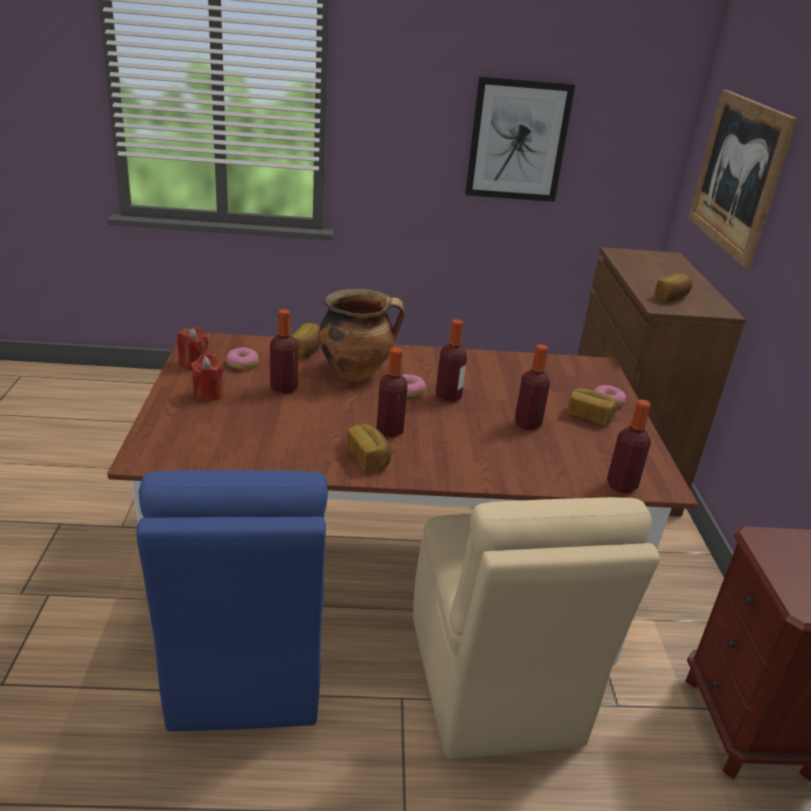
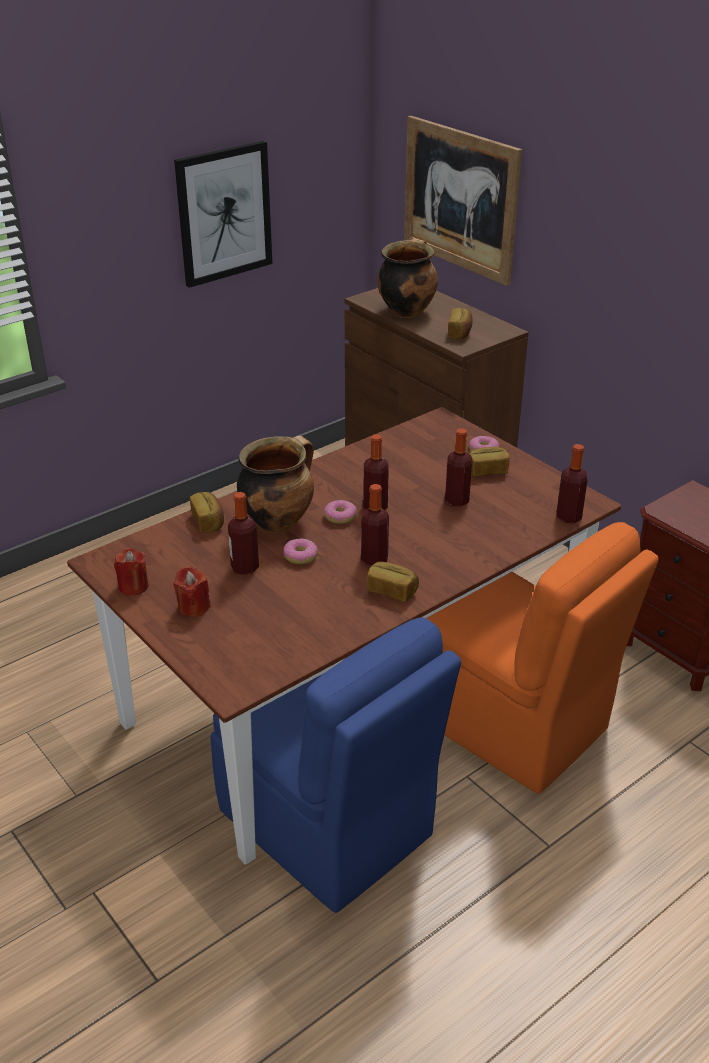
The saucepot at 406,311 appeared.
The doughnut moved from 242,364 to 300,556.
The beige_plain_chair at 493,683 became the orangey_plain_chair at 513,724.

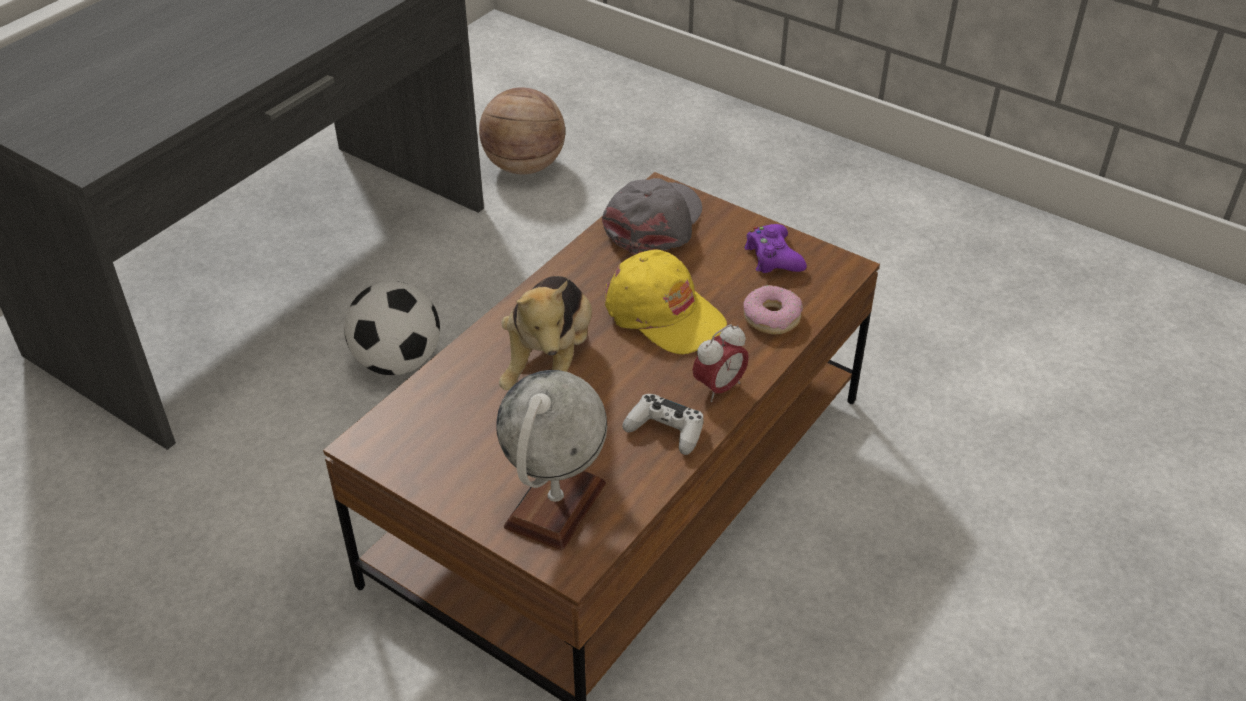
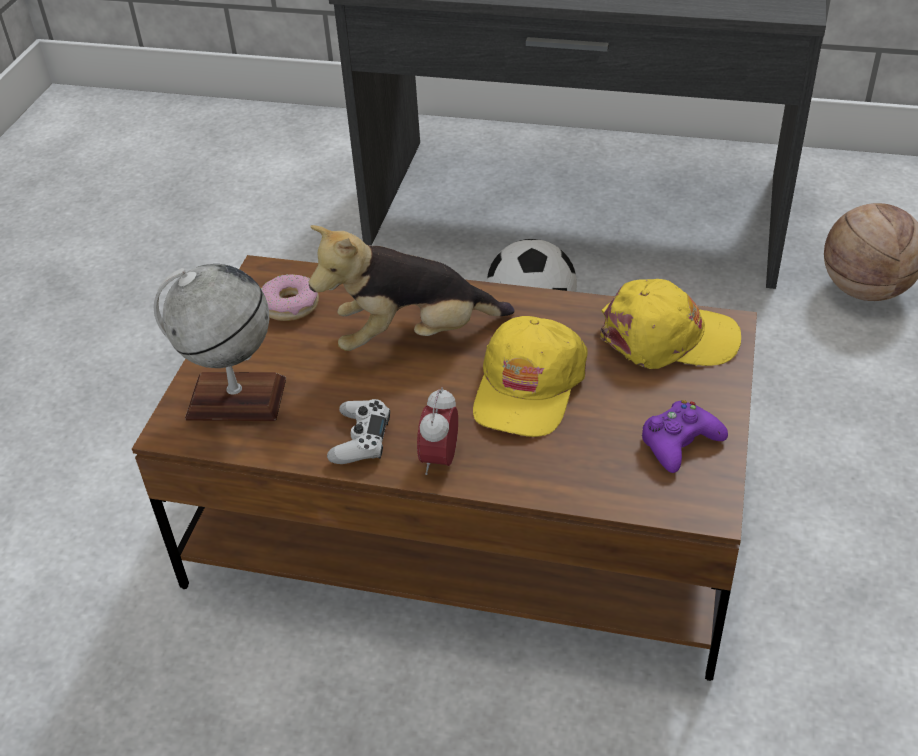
The doughnut moved from 772,317 to 290,305.
The gray_peaked_cap at 654,222 became the yellow_peaked_cap at 668,338.
The alarm_clock at 719,388 turned 75 degrees clockwise.

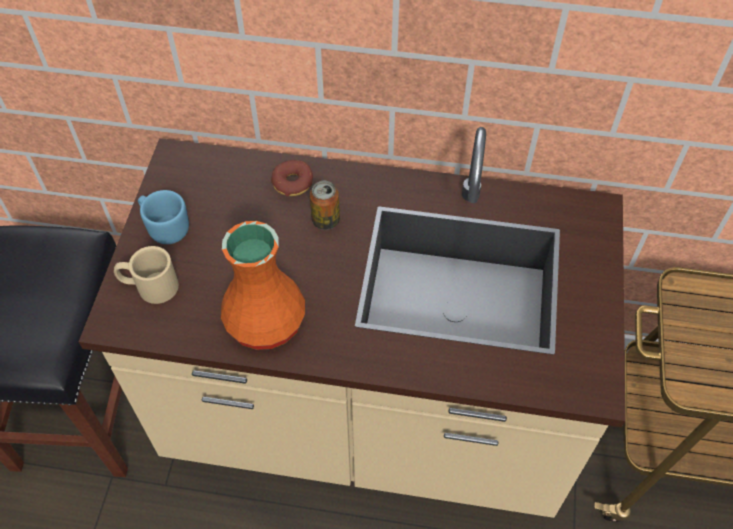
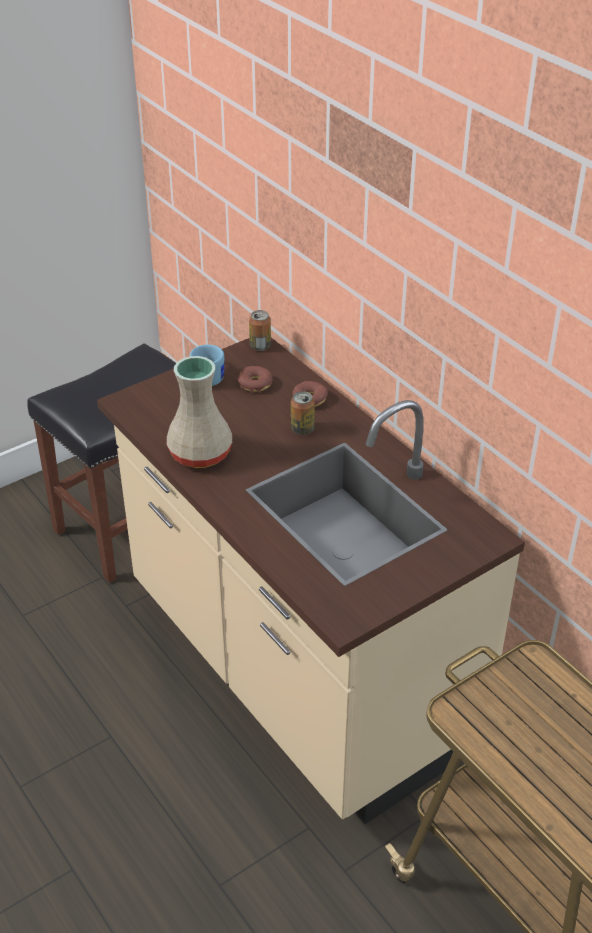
The beige_mug at 149,286 disappeared.
The doughnut at 255,384 appeared.
The can at 260,346 appeared.
The orangey_vase at 267,320 became the beige_vase at 201,454.

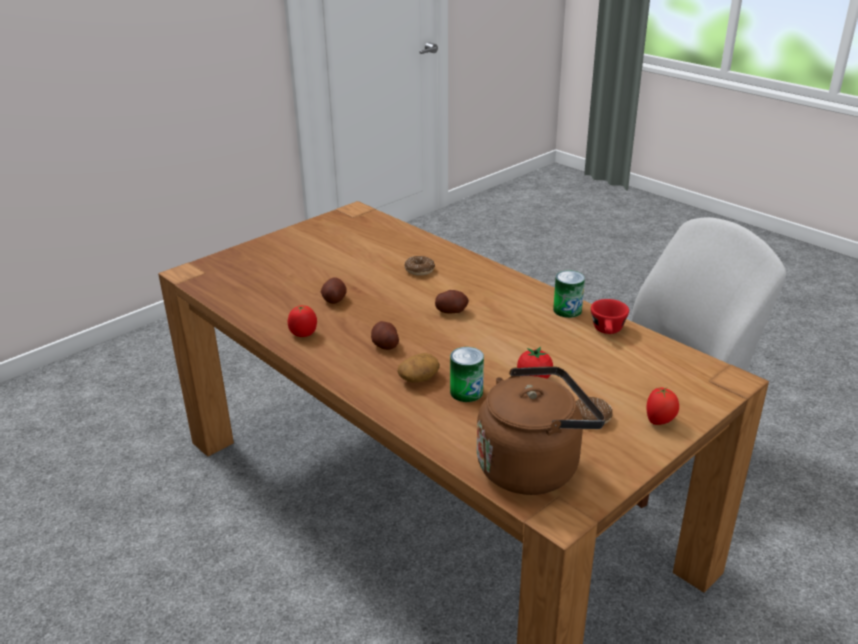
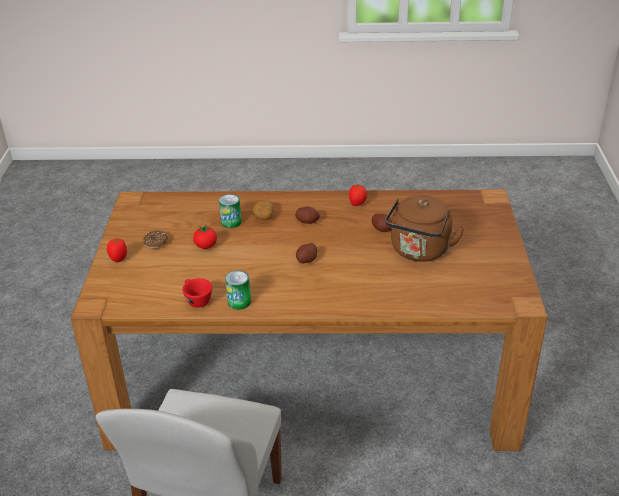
The doughnut at 419,270 disappeared.
The brown_tea_kettle moved from 533,466 to 419,251.

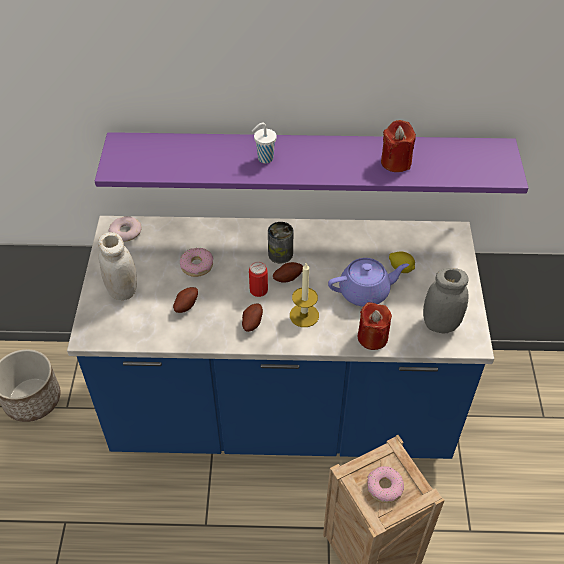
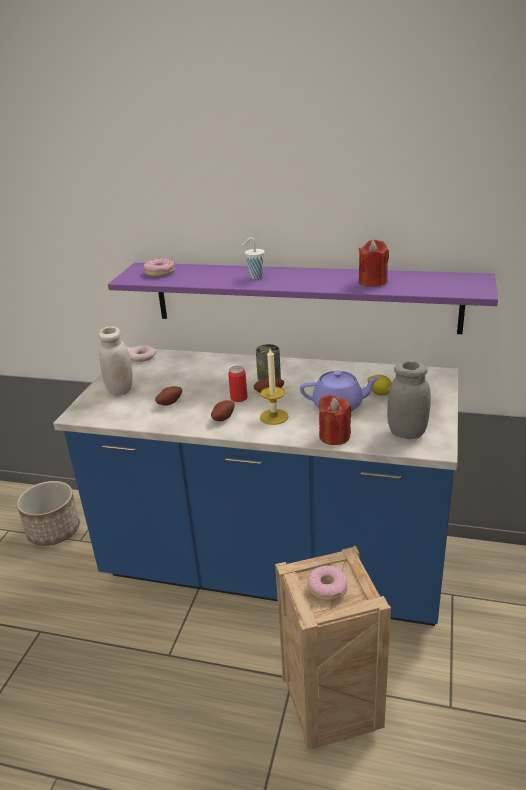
The doughnut moved from 197,265 to 159,272.

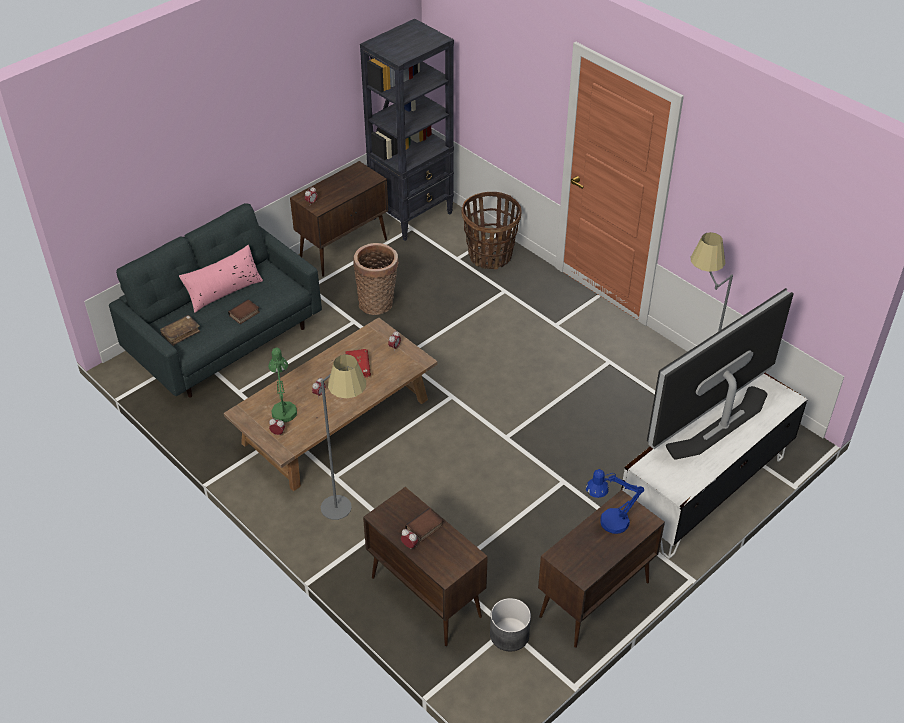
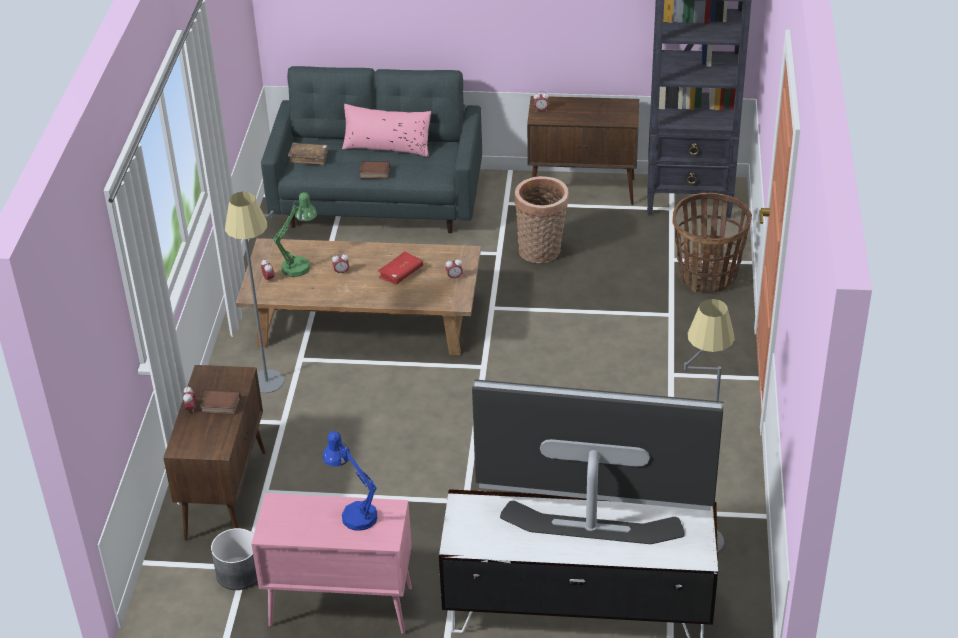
The brown_cabinet at 594,600 became the pink_cabinet at 339,607.

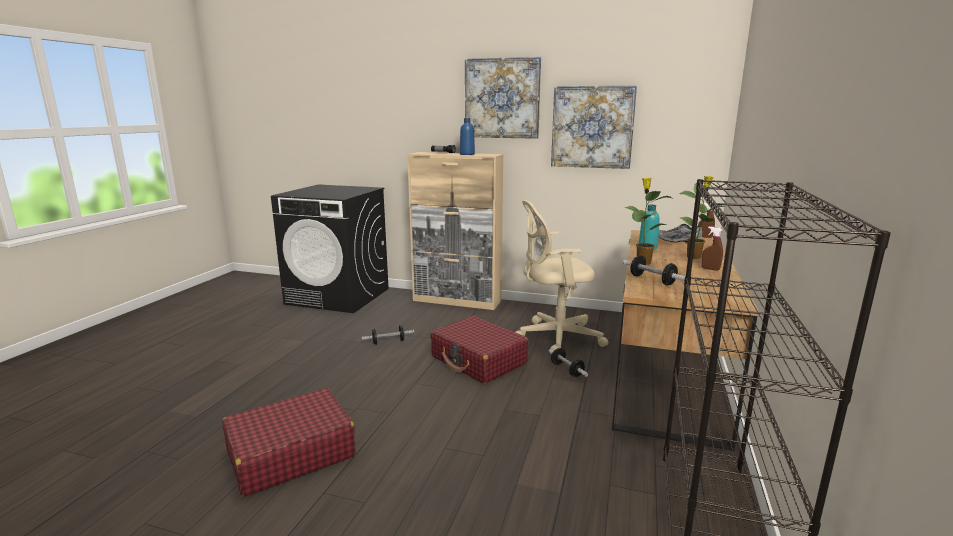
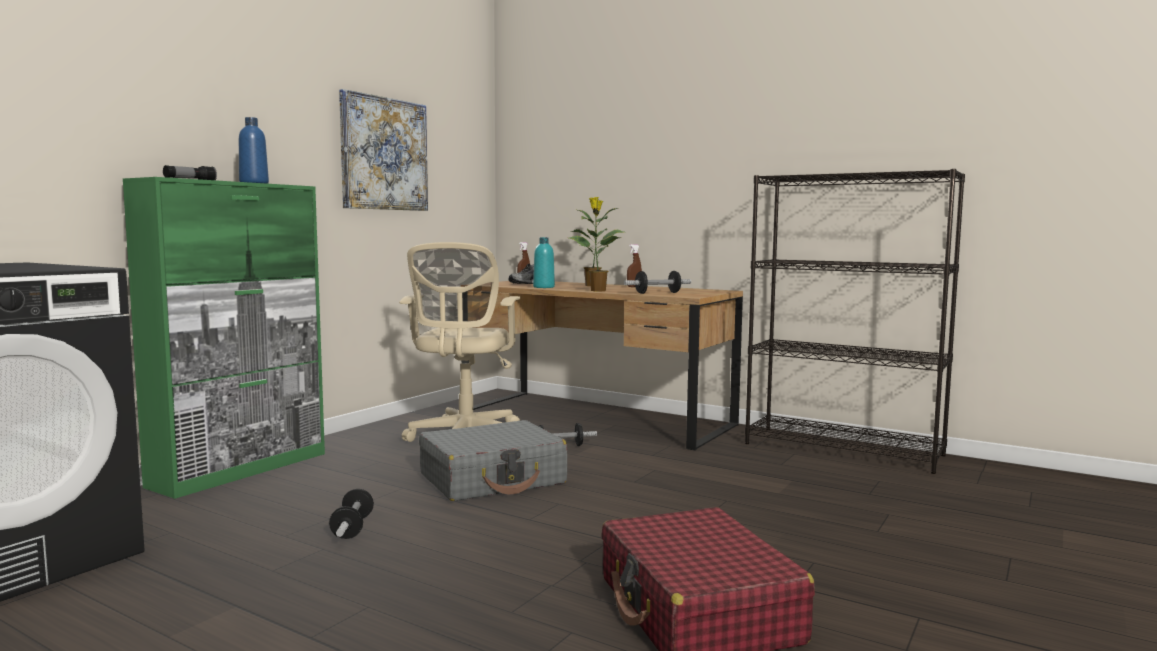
The wall_picture at 502,98 disappeared.
The beige_cabinet at 457,301 became the green-coloured_cabinet at 241,469.
The red-coloured_travel_case at 478,360 became the gray_travel_case at 493,479.

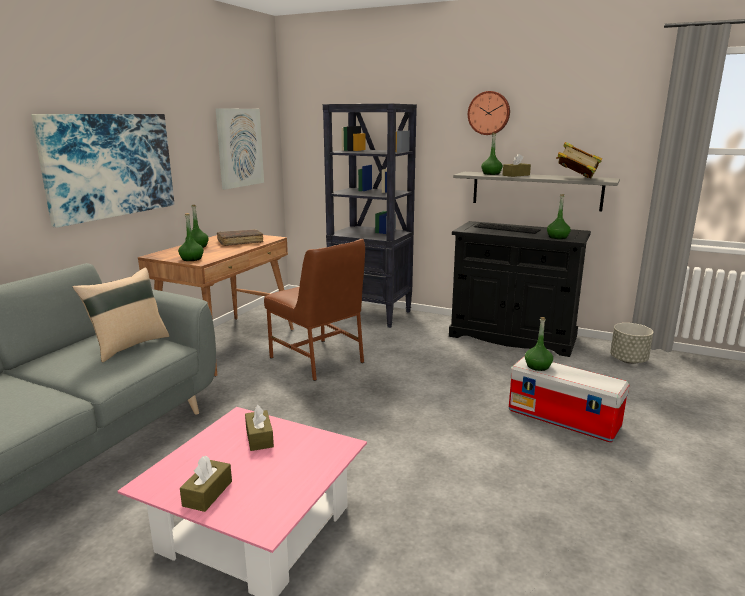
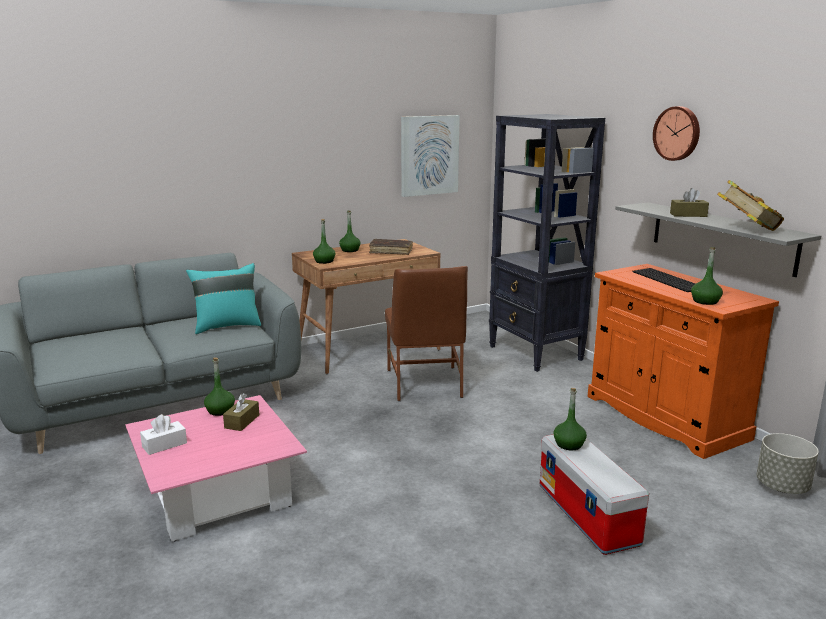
The wall_picture at 110,165 disappeared.
The green-coloured_beverage_bottle moved from 491,174 to 220,411.
The beige_cushion at 128,346 became the turquoise_cushion at 227,326.
The brown_tissue_box at 207,493 became the whitish_tissue_box at 164,445.
The blackish_cabinet at 512,336 became the orangey_cabinet at 664,417.

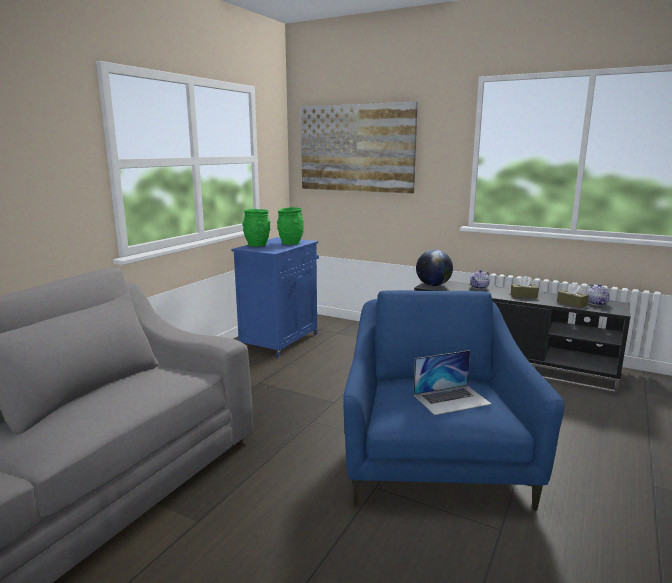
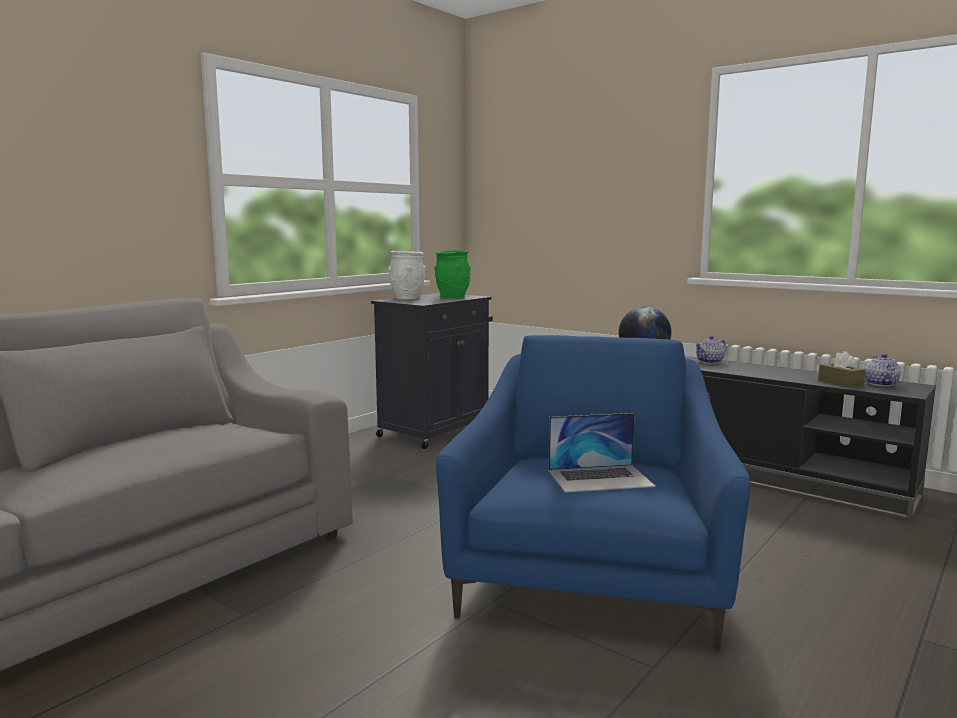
The wall_picture at 356,148 disappeared.
The brown_tissue_box at 523,295 disappeared.
The blue_cabinet at 280,340 became the blackish_cabinet at 436,431.
The green-coloured_vase at 257,245 became the whitish_vase at 407,298.

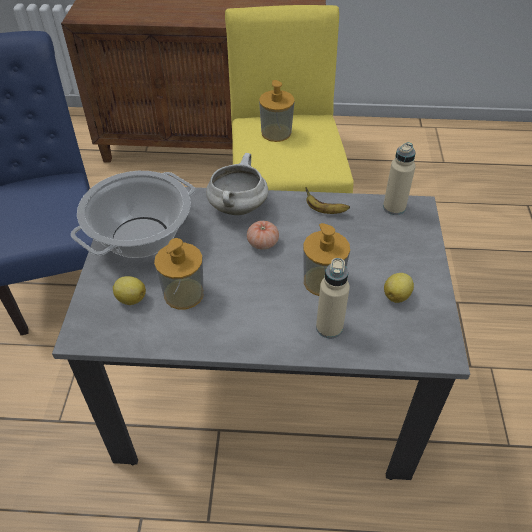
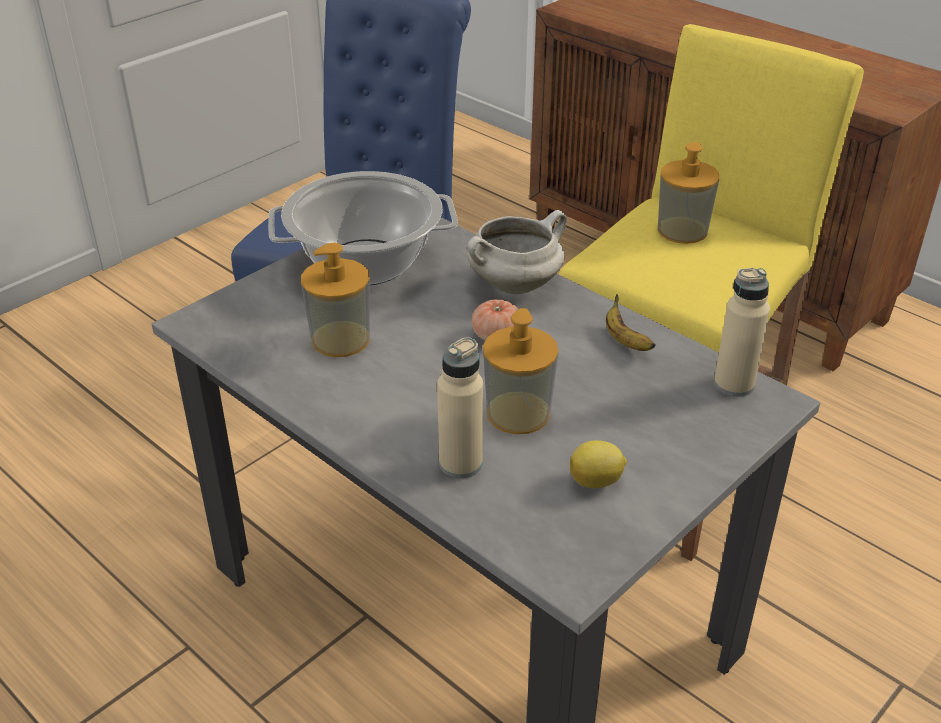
The lemon at 130,298 disappeared.

